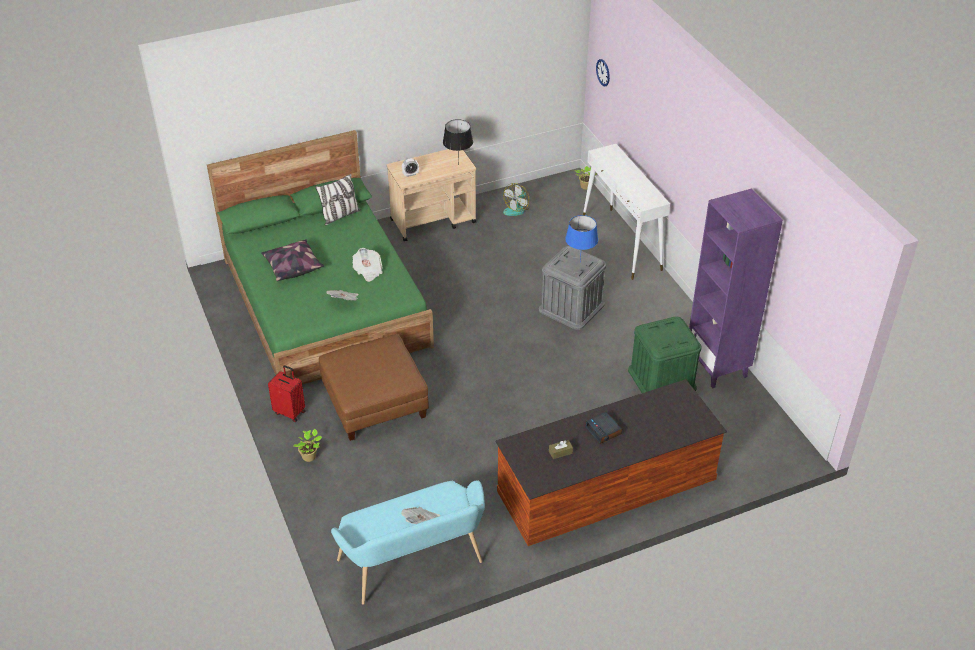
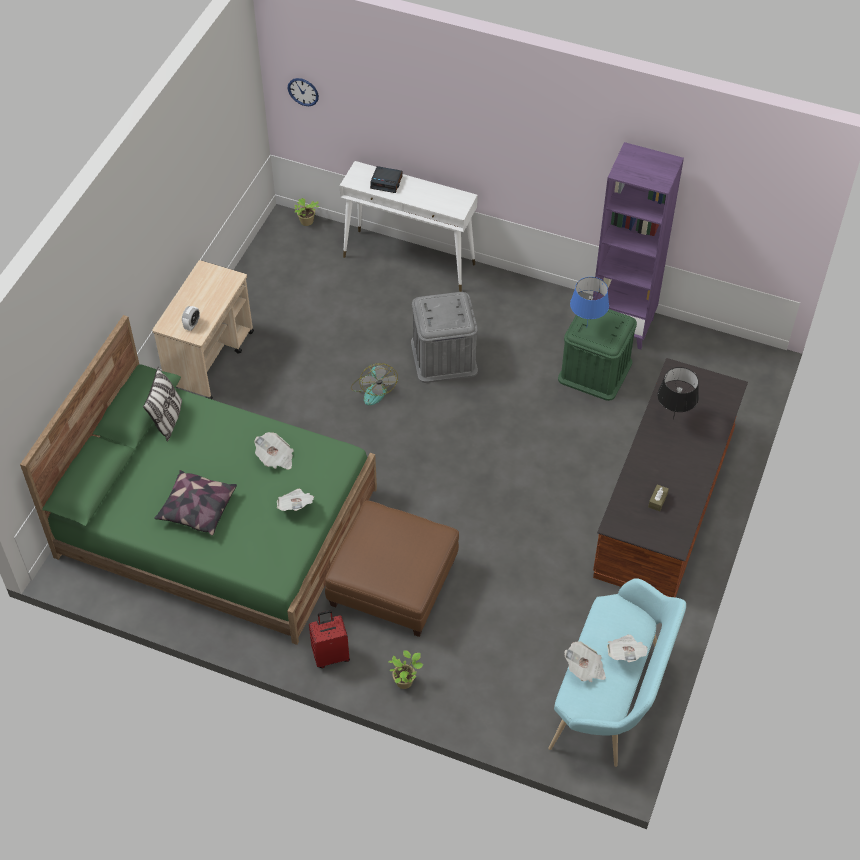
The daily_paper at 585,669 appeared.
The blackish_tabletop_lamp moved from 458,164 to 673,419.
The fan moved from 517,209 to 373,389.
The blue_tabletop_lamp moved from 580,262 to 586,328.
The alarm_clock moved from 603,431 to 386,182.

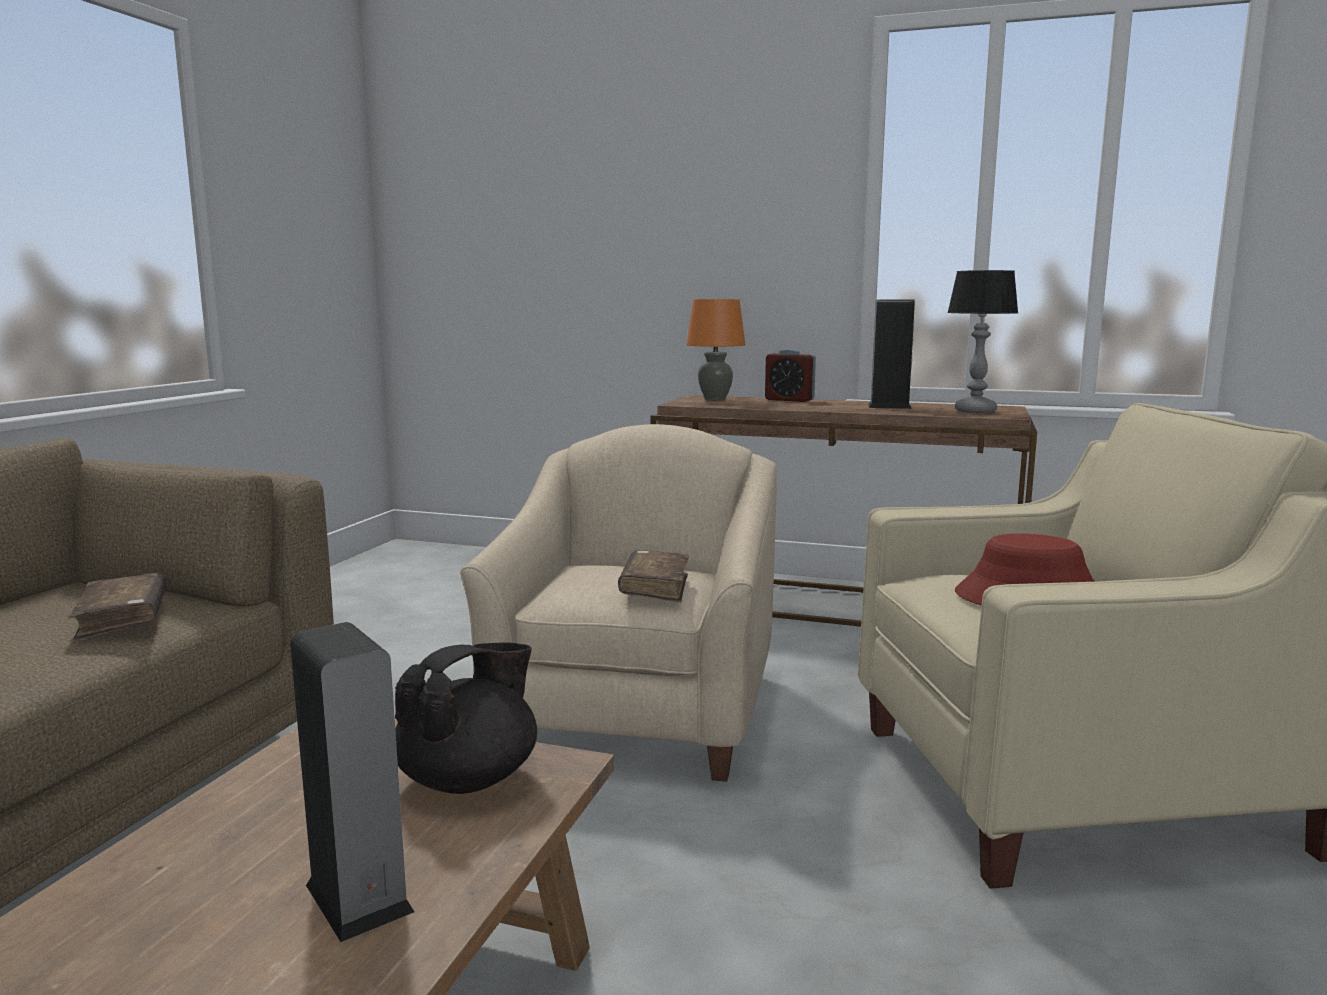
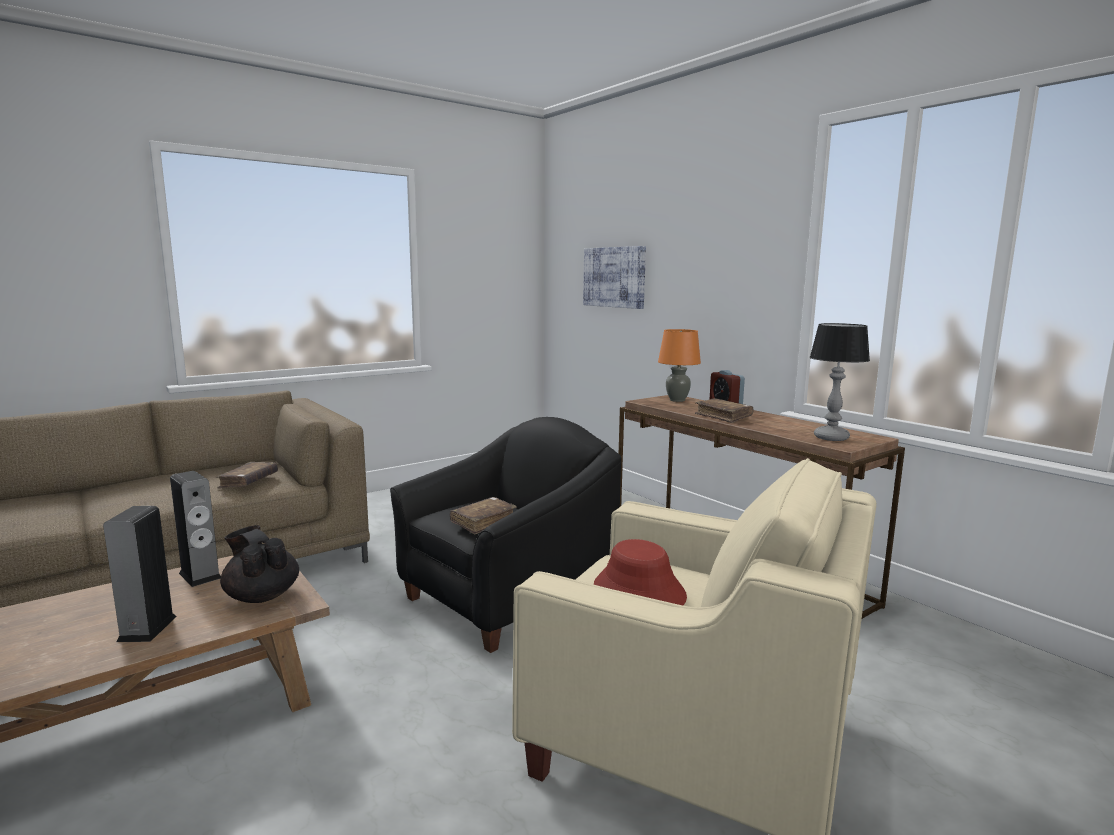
The wall_picture at 614,277 appeared.
The brown_volume at 723,416 appeared.
The loudspeaker moved from 889,406 to 200,575.
The beige_easy_chair at 637,714 became the blackish_easy_chair at 507,598.
The blackish_tea_pot at 470,778 turned 120 degrees counterclockwise.

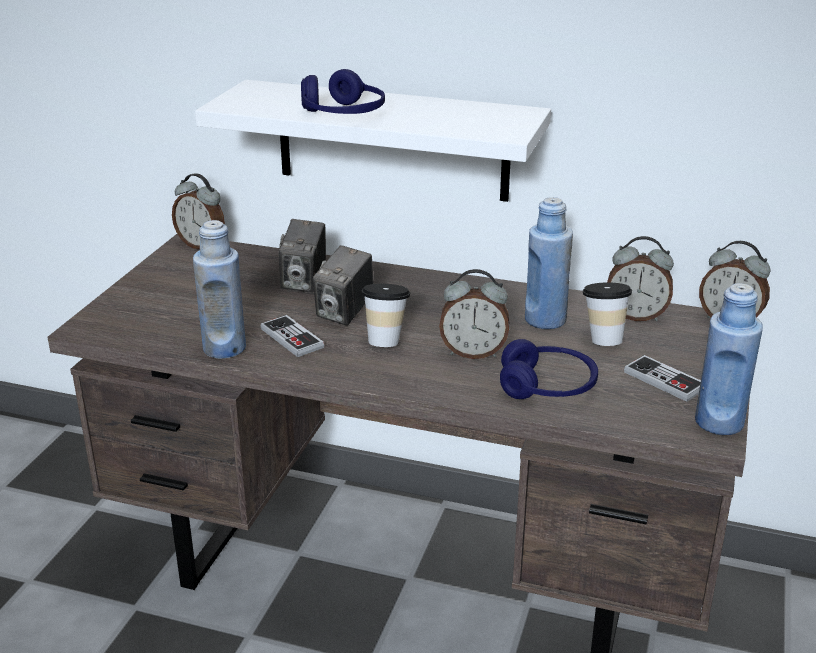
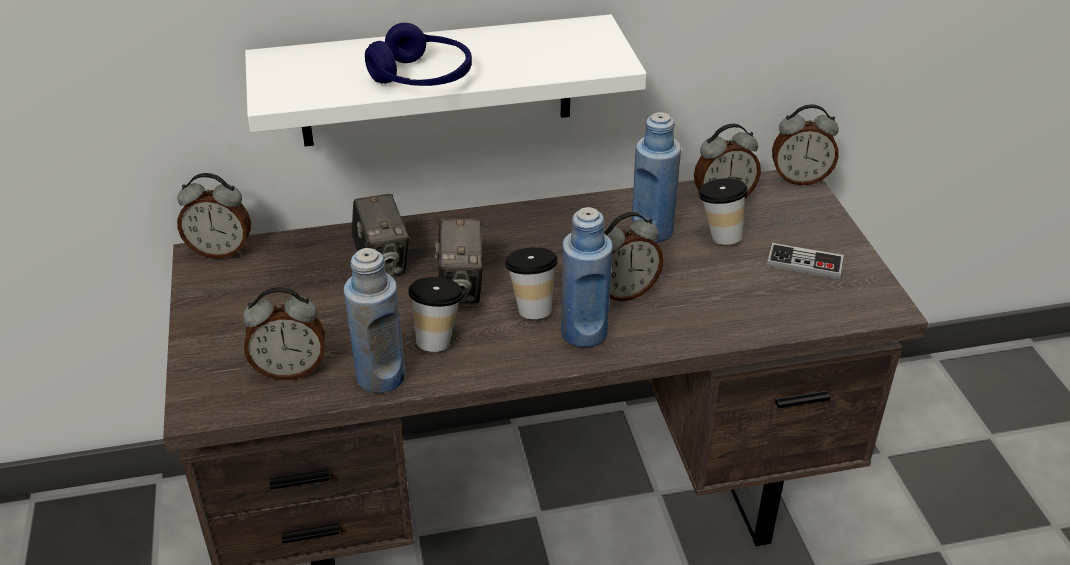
The blue_headphones at 547,387 disappeared.
The alarm_clock at 290,369 appeared.
The blue_beverage_bottle moved from 719,422 to 584,332.
The joypad at 292,338 was replaced by the cup at 438,338.

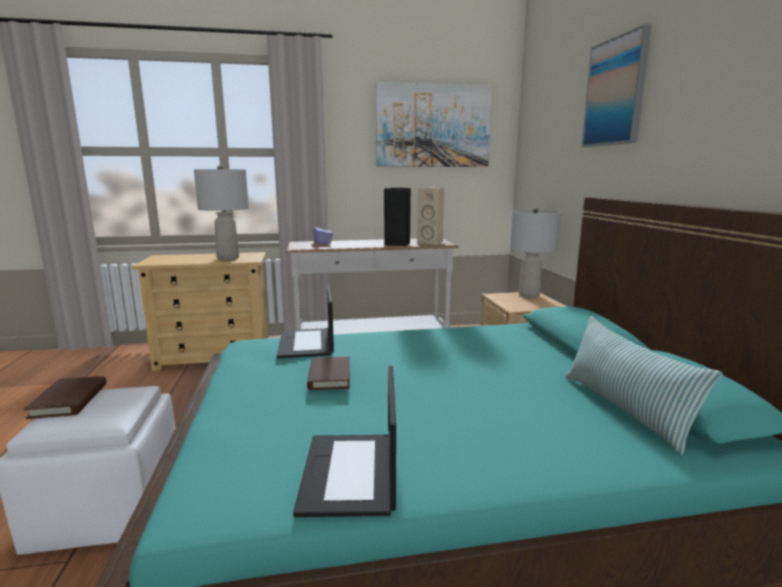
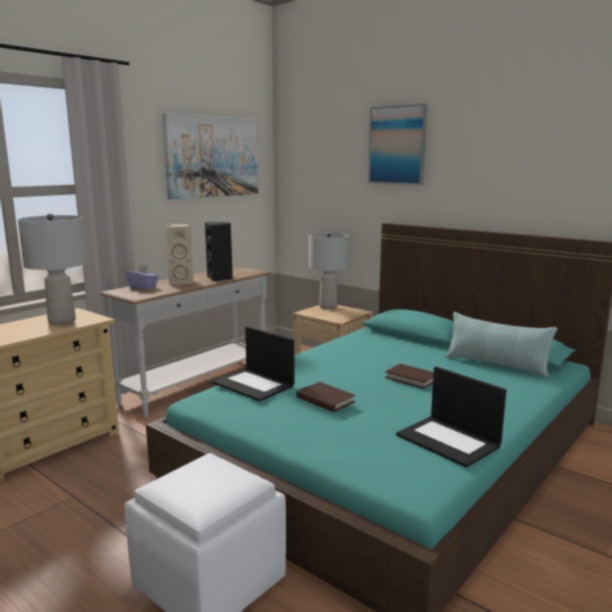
The brown_volume moved from 69,401 to 411,378.
The beige_loudspeaker moved from 431,242 to 182,282.

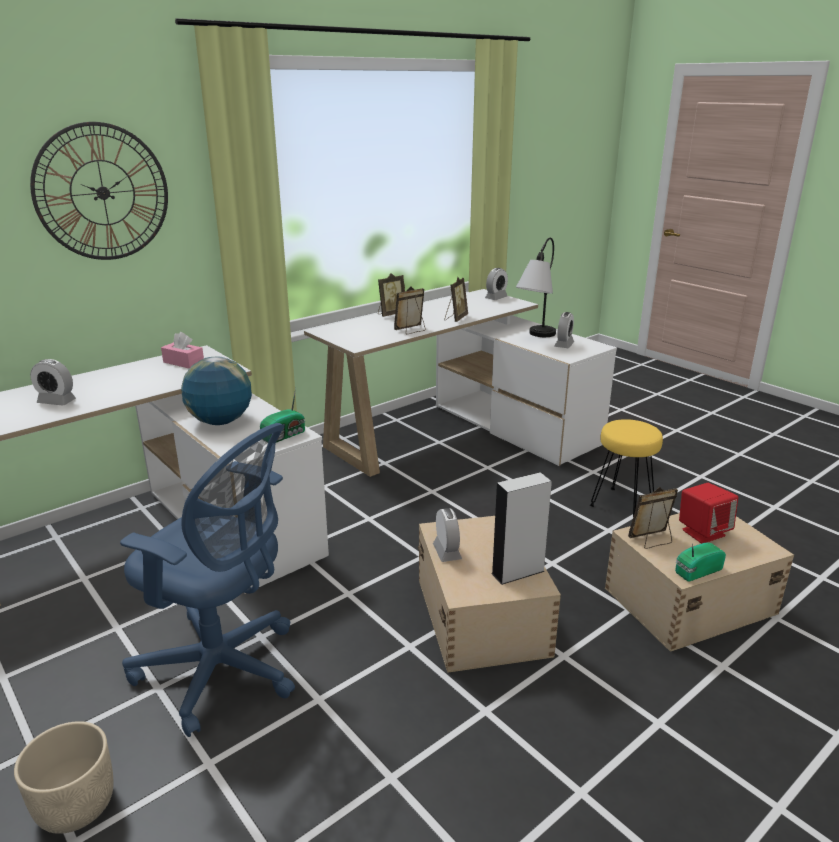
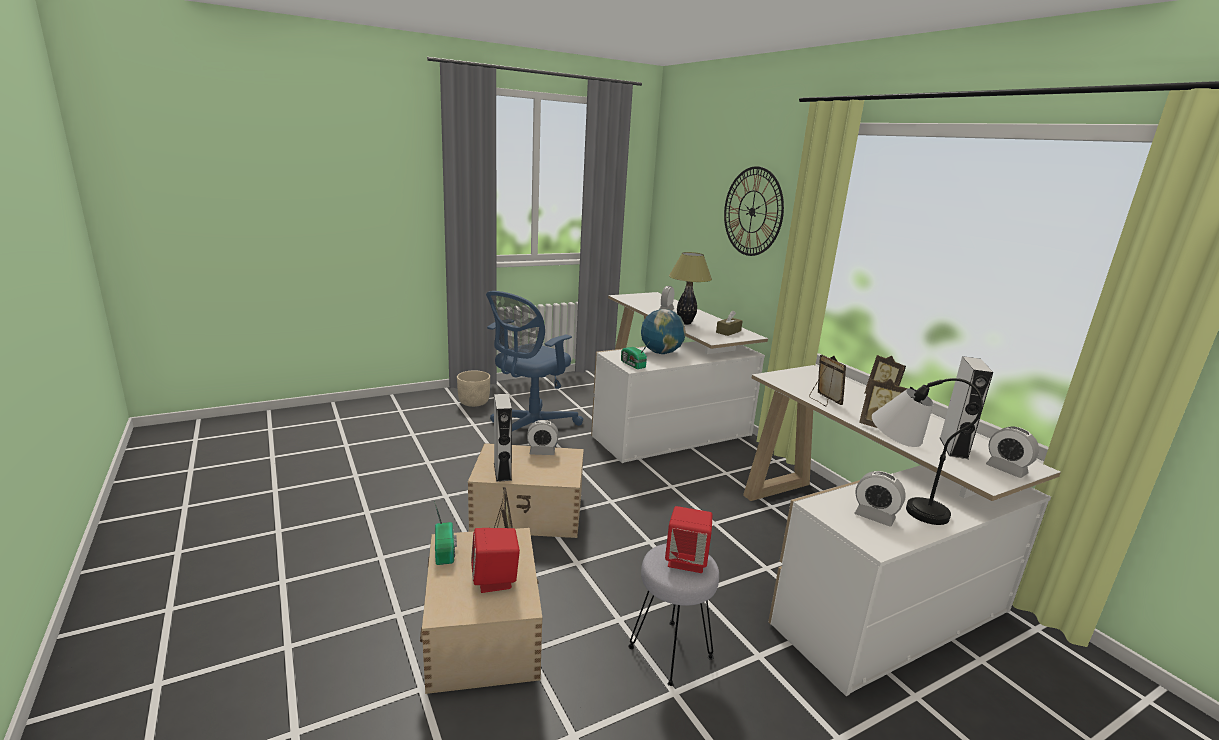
The red-coloured_loudspeaker at 686,560 appeared.
The tabletop_lamp at 685,323 appeared.
The gray_loudspeaker at 953,448 appeared.
The pink_tissue_box at 183,362 became the brown_tissue_box at 728,332.
The yellow_stool_seat at 621,505 became the gray_stool_seat at 670,651.

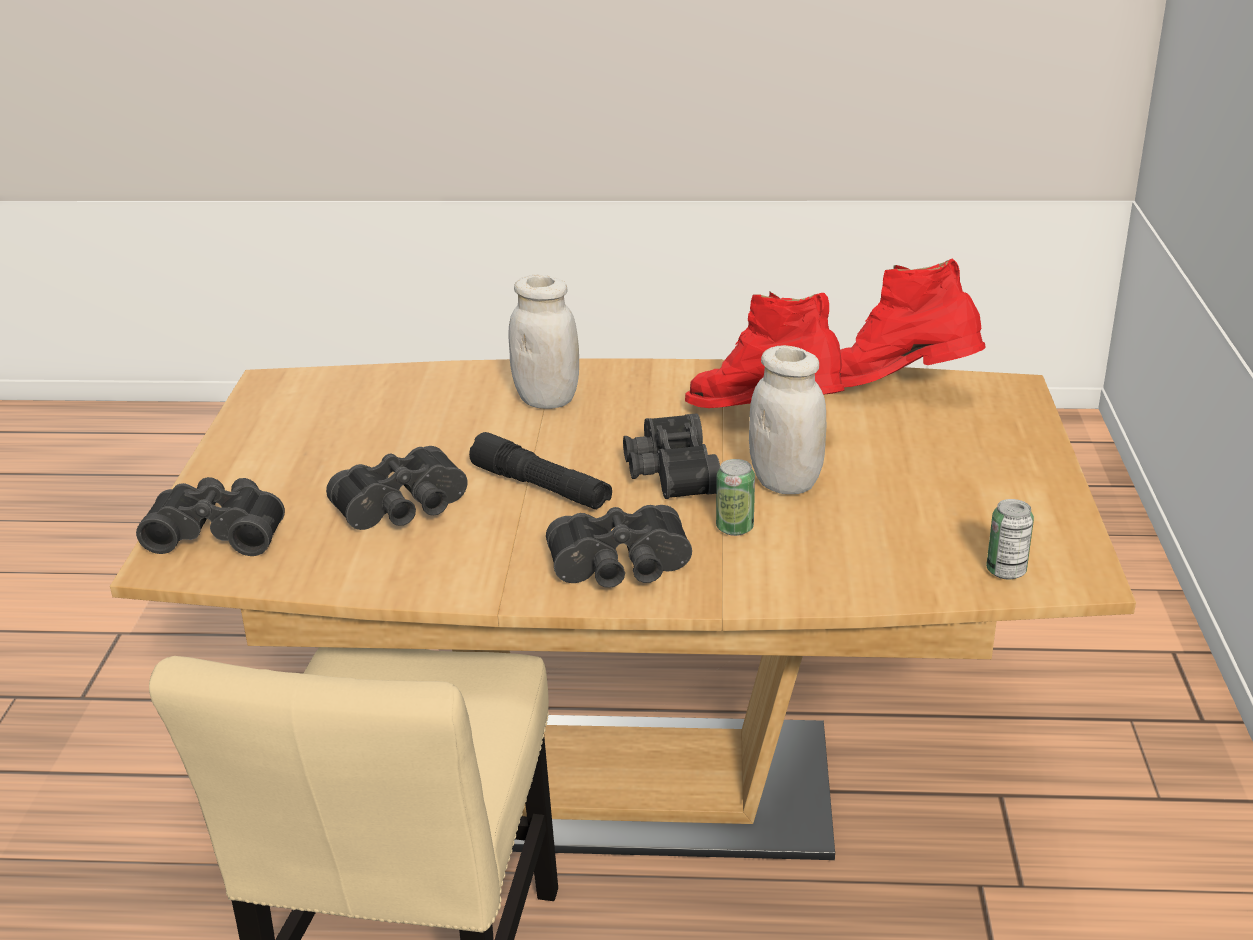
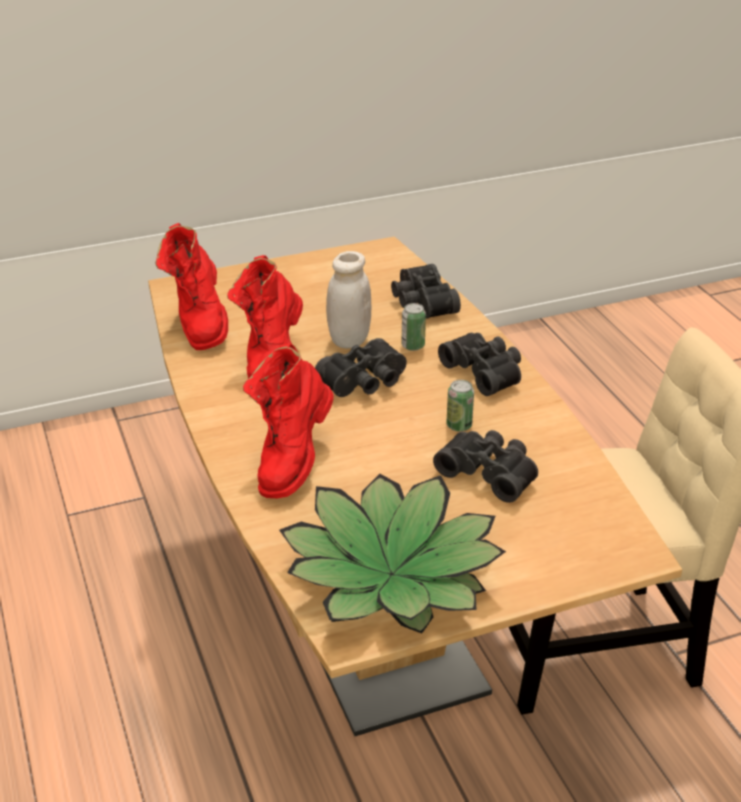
The blackish_hand_torch at 541,488 disappeared.
The plant_in_a_pot at 392,574 appeared.
The blackish_pair_of_binoculars moved from 219,531 to 421,302.
The can moved from 1006,571 to 459,425.
The whitish_storage_jar at 546,400 was replaced by the red-coloured_boot at 292,461.

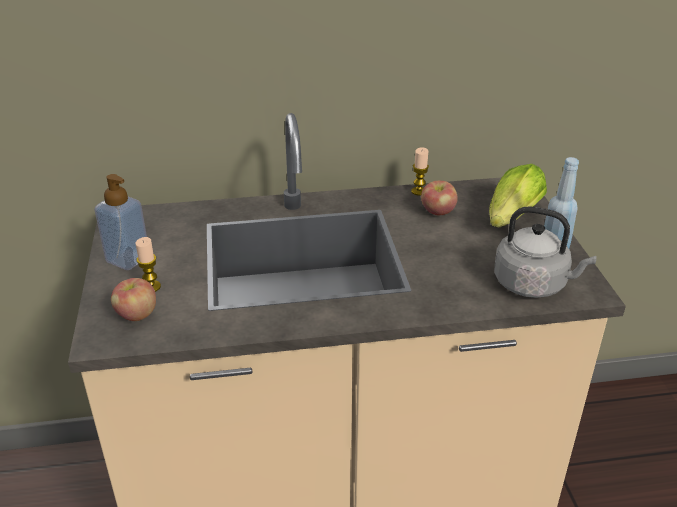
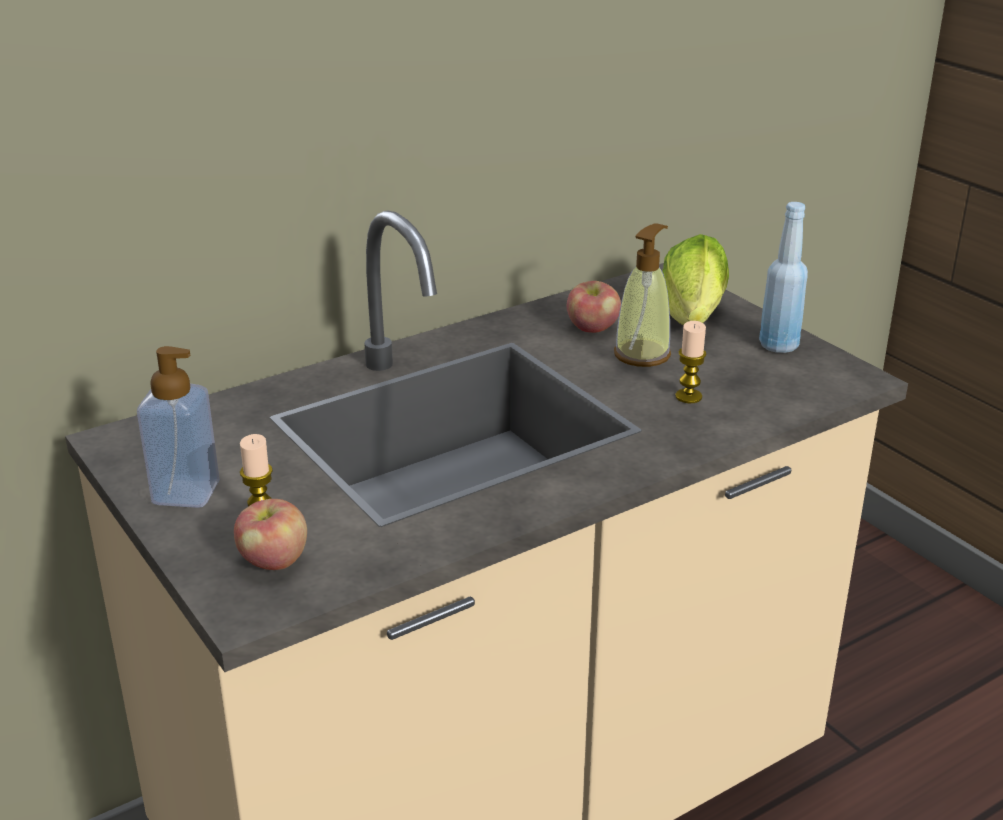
The gray_tea_kettle at 533,284 disappeared.
The soap_dispenser at 642,354 appeared.
The candle moved from 419,191 to 688,396.

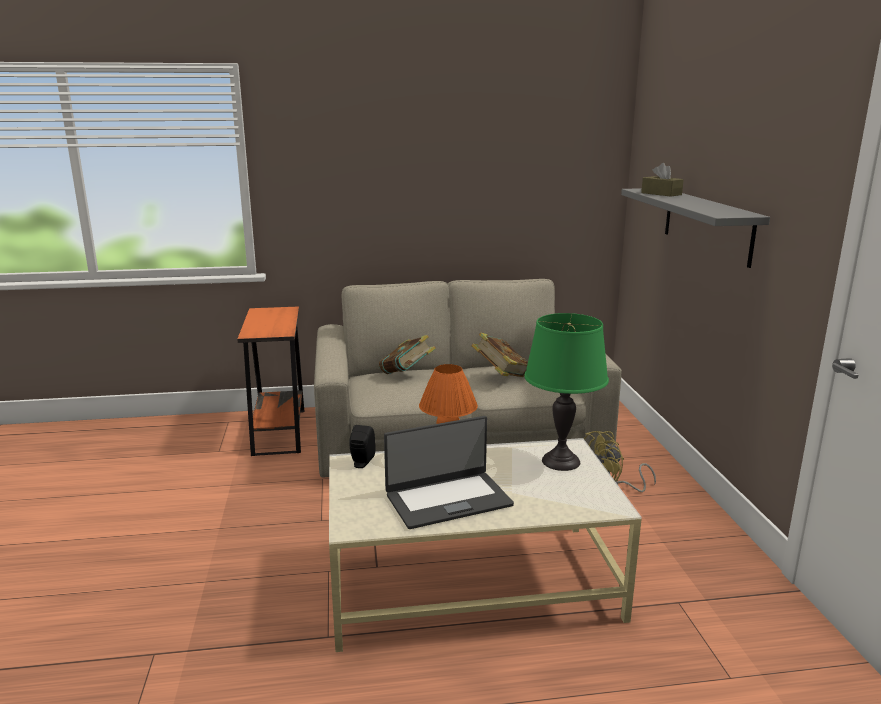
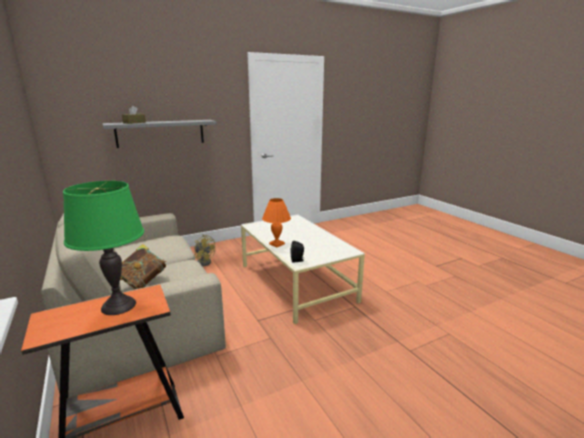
The notebook_computer at 448,499 disappeared.
The volume at 500,376 disappeared.
The green-coloured_tabletop_lamp moved from 561,461 to 119,306.

